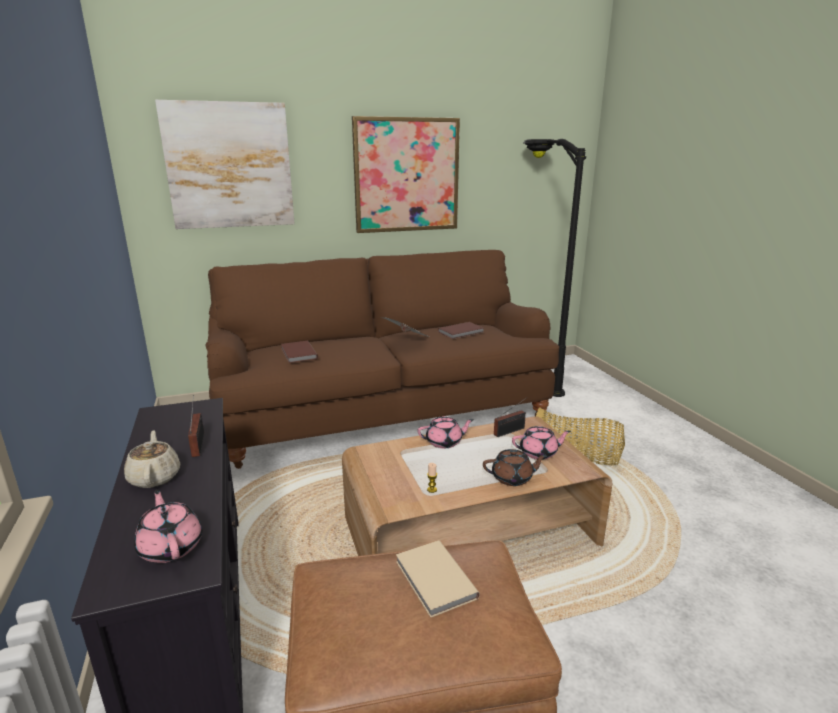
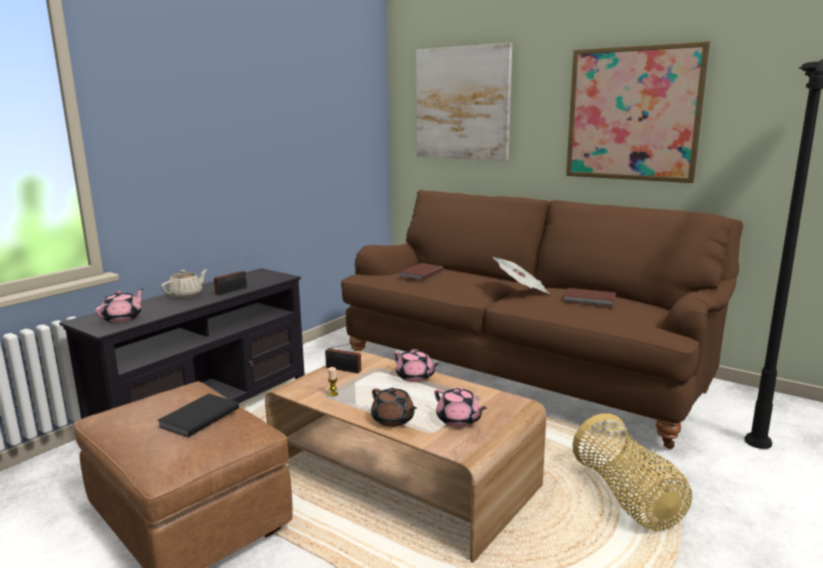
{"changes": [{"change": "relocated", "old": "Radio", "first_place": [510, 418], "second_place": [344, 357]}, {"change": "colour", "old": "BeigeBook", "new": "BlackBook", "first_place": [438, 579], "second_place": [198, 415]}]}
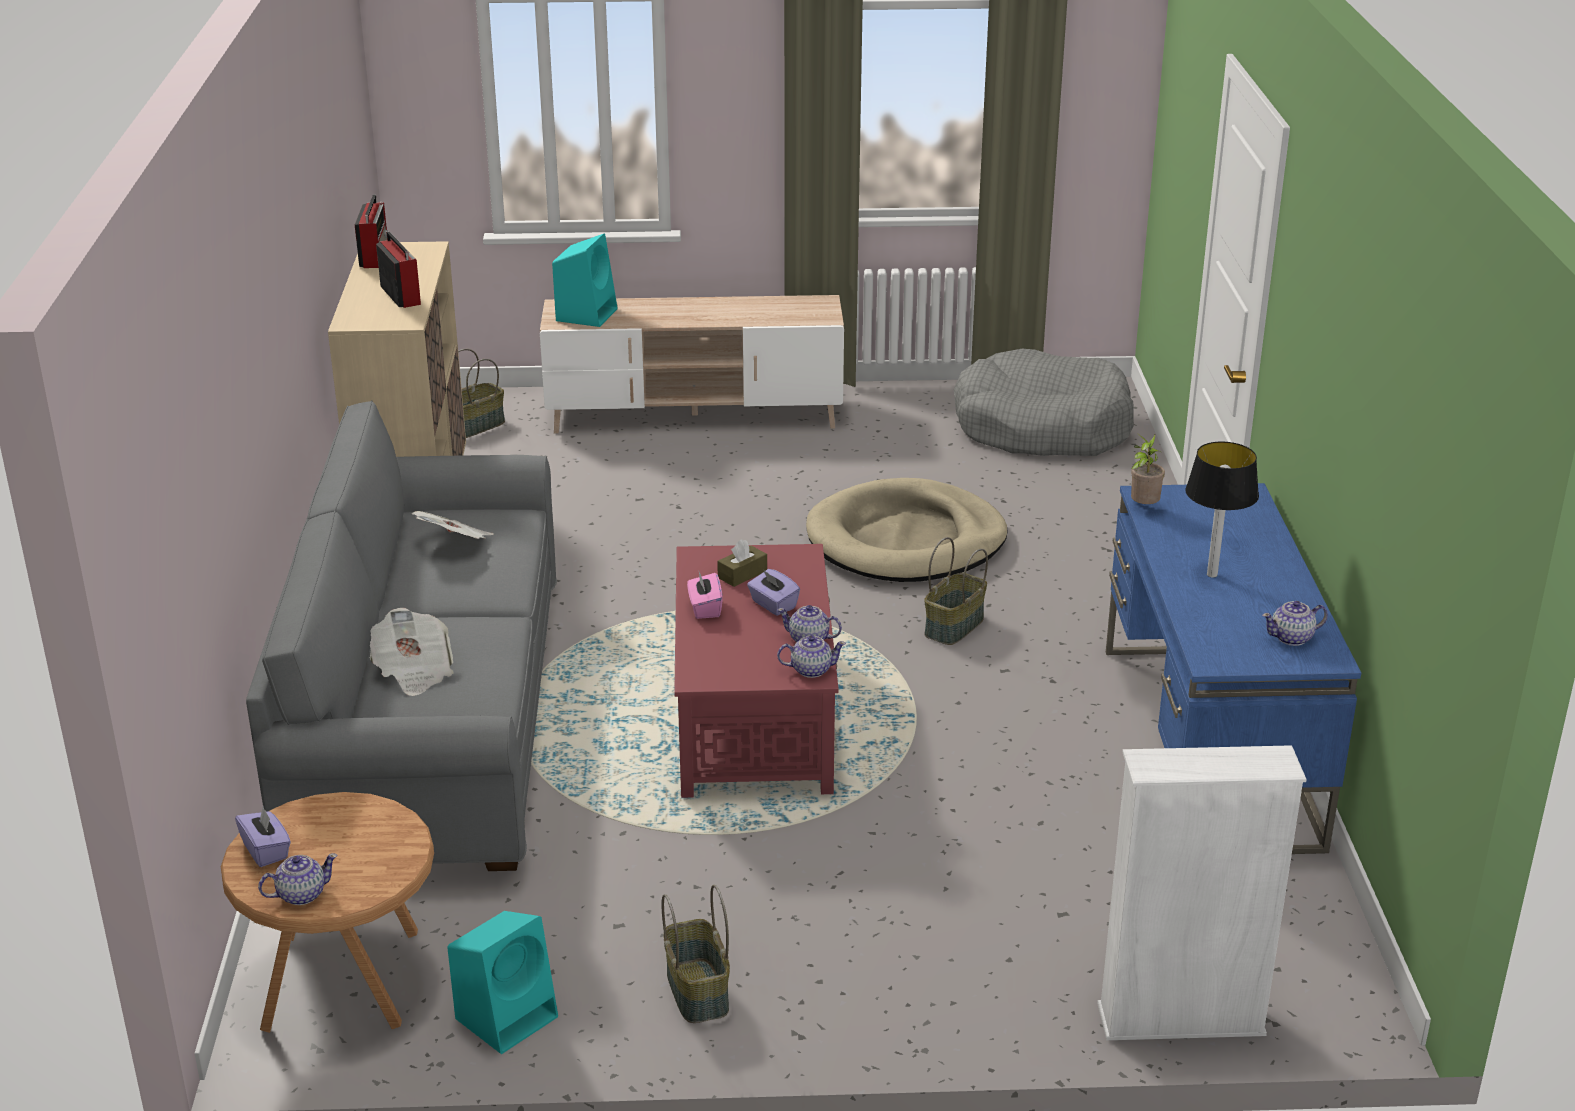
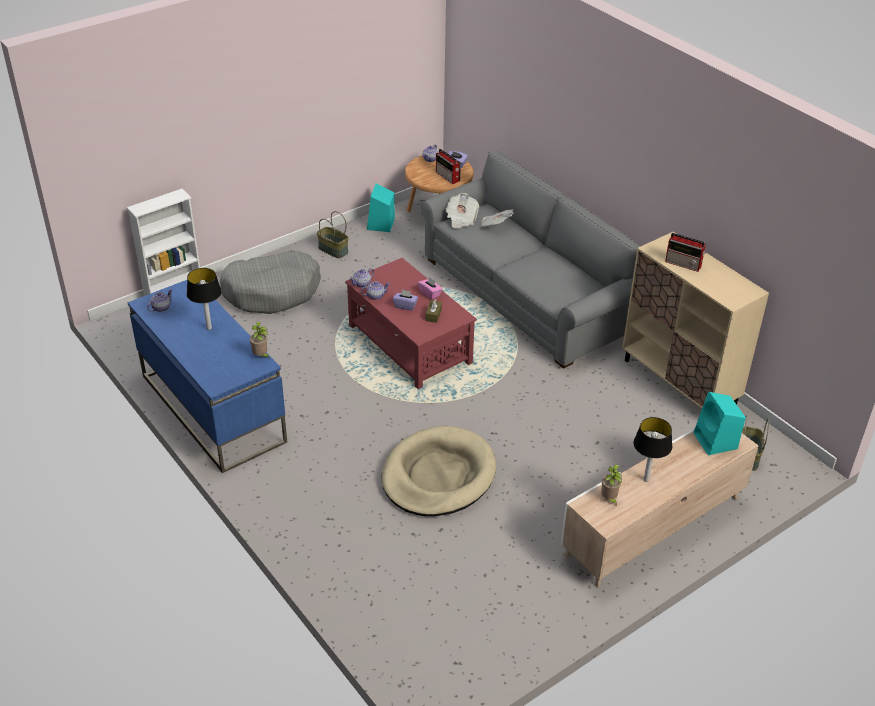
{"changes": [{"change": "missing", "old": "Basket", "first_place": [956, 591]}, {"change": "appeared", "new": "PottedPlant", "second_place": [611, 484]}, {"change": "appeared", "new": "TableLamp", "second_place": [652, 449]}, {"change": "relocated", "old": "Radio", "first_place": [371, 231], "second_place": [448, 166]}, {"change": "relocated", "old": "Newspaper", "first_place": [453, 525], "second_place": [462, 210]}, {"change": "relocated", "old": "GreyDogBed", "first_place": [1044, 402], "second_place": [270, 282]}]}
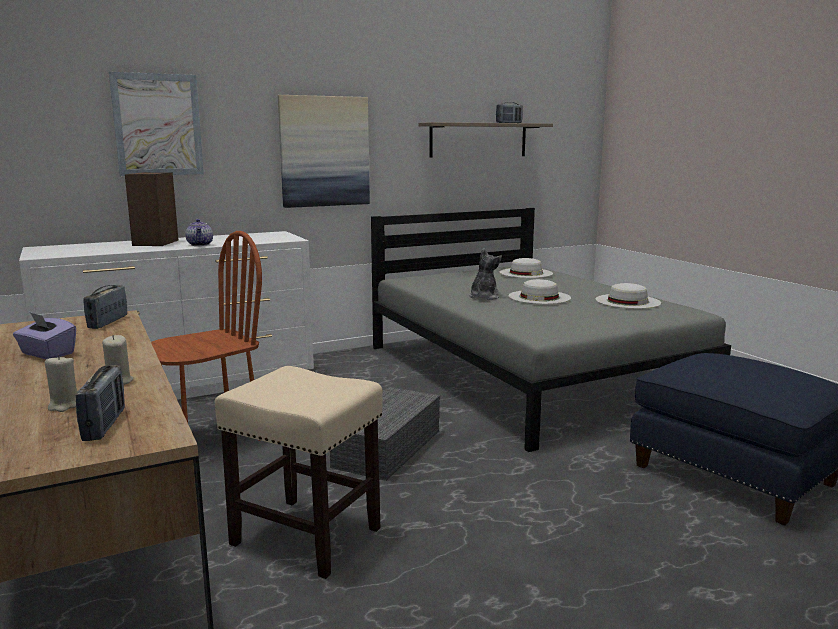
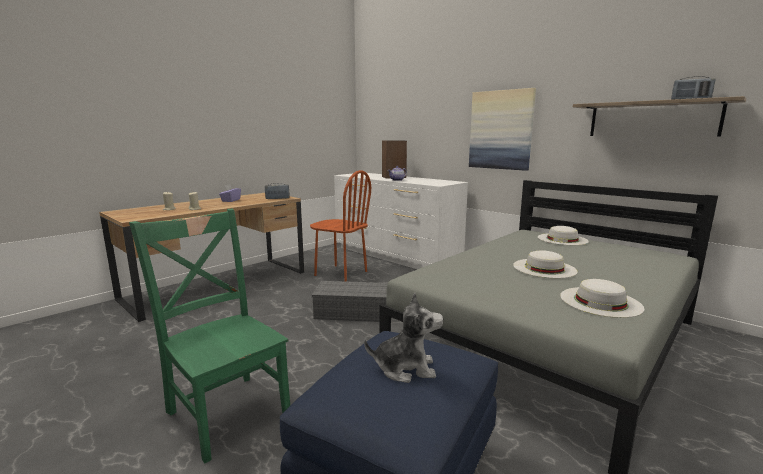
{"changes": [{"change": "missing", "old": "Radio", "first_place": [100, 403]}, {"change": "missing", "old": "Picture", "first_place": [156, 124]}, {"change": "missing", "old": "BeigeStool", "first_place": [299, 472]}, {"change": "appeared", "new": "GreenChair", "second_place": [209, 336]}, {"change": "relocated", "old": "PlushToy", "first_place": [485, 274], "second_place": [403, 338]}, {"change": "relocated", "old": "WhiteHat", "first_place": [526, 268], "second_place": [563, 235]}]}
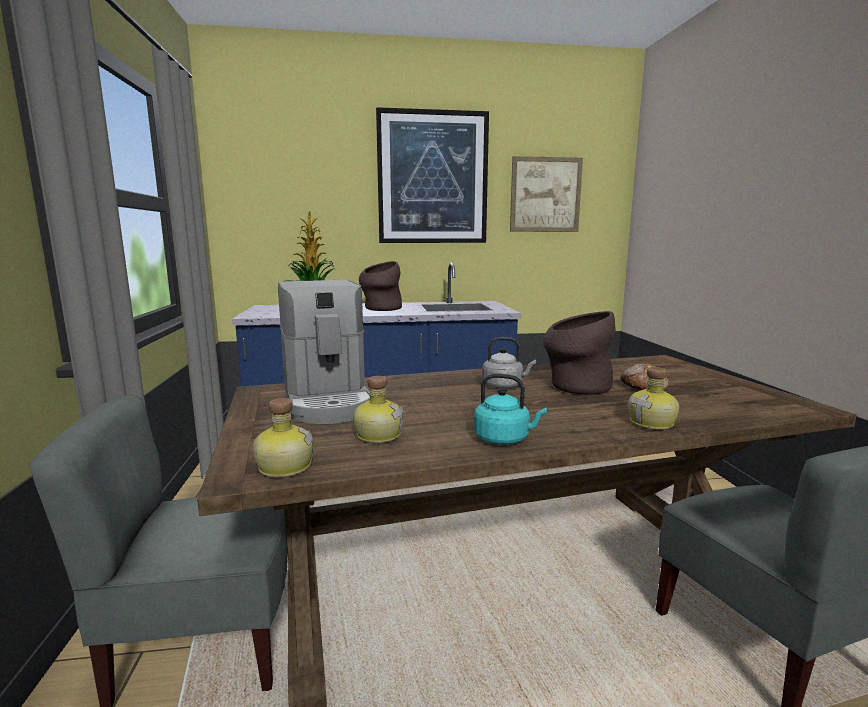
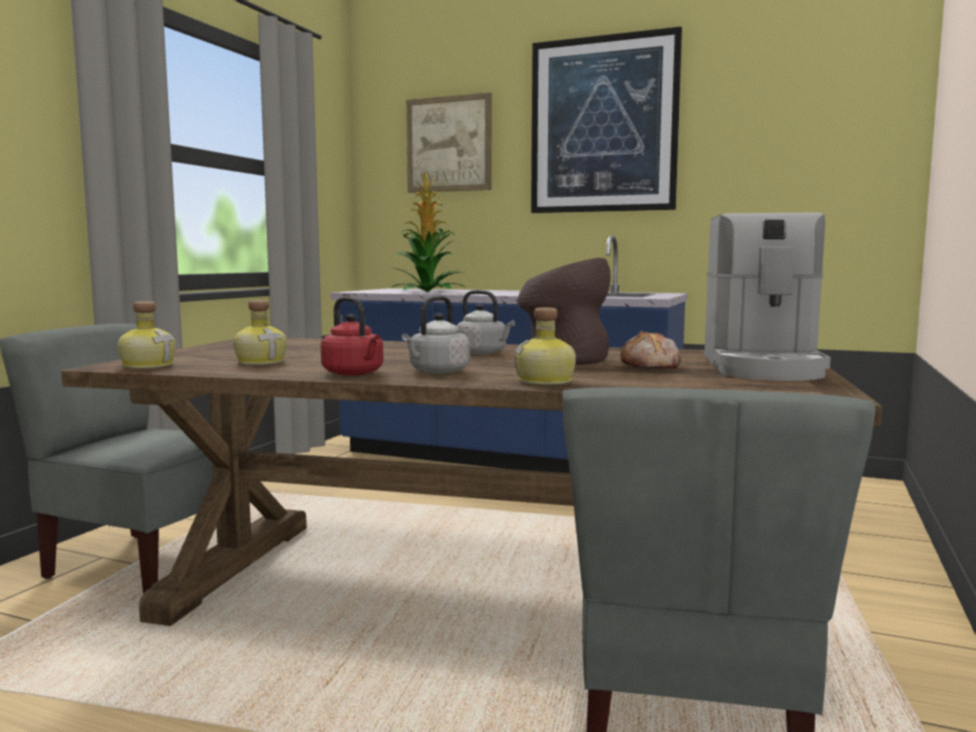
{"changes": [{"change": "missing", "old": "BrownVase", "first_place": [380, 286]}, {"change": "appeared", "new": "GreyKettle", "second_place": [436, 335]}, {"change": "relocated", "old": "CoffeeMachine", "first_place": [324, 352], "second_place": [767, 296]}, {"change": "relocated", "old": "Picture", "first_place": [546, 194], "second_place": [449, 143]}, {"change": "colour", "old": "TurquoiseKettle", "new": "RedKettle", "first_place": [510, 409], "second_place": [351, 336]}]}
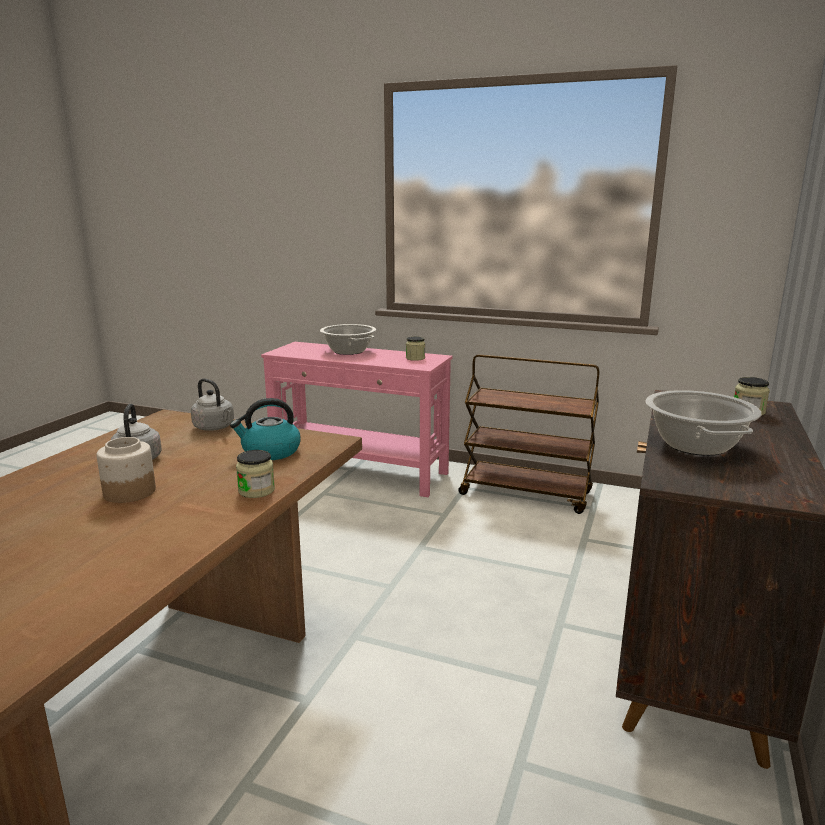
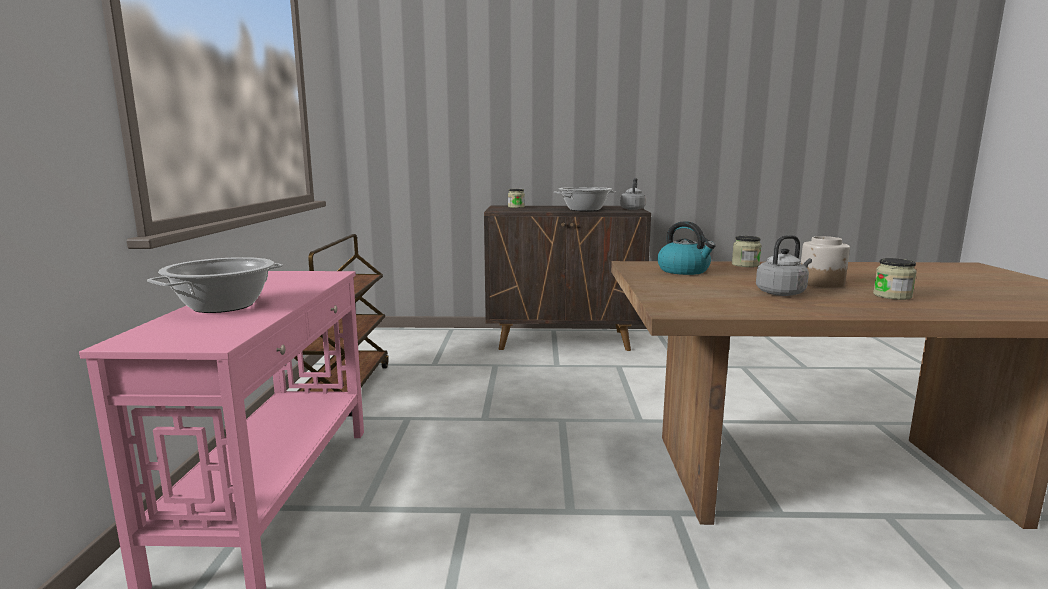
{"changes": [{"change": "relocated", "old": "GreyKettle", "first_place": [212, 404], "second_place": [633, 194]}, {"change": "relocated", "old": "Jar", "first_place": [415, 348], "second_place": [895, 279]}]}
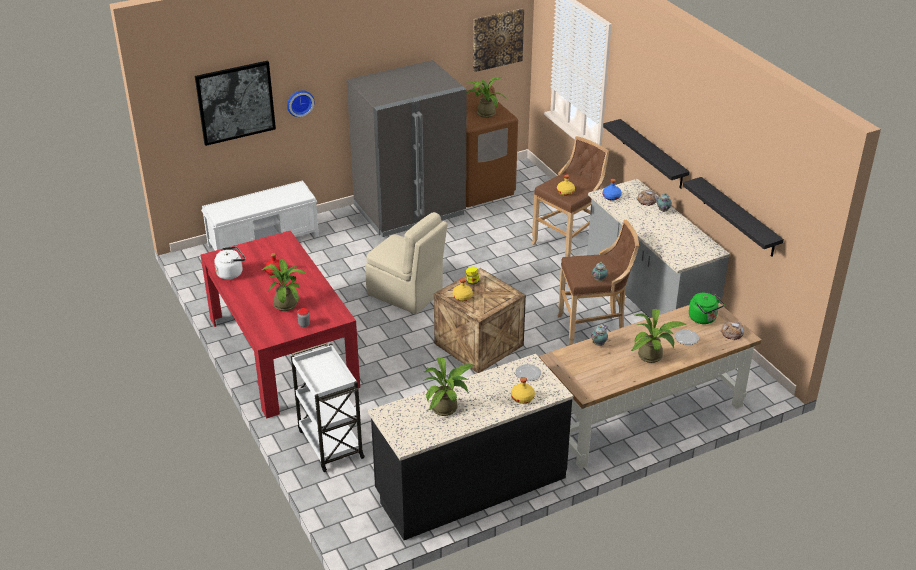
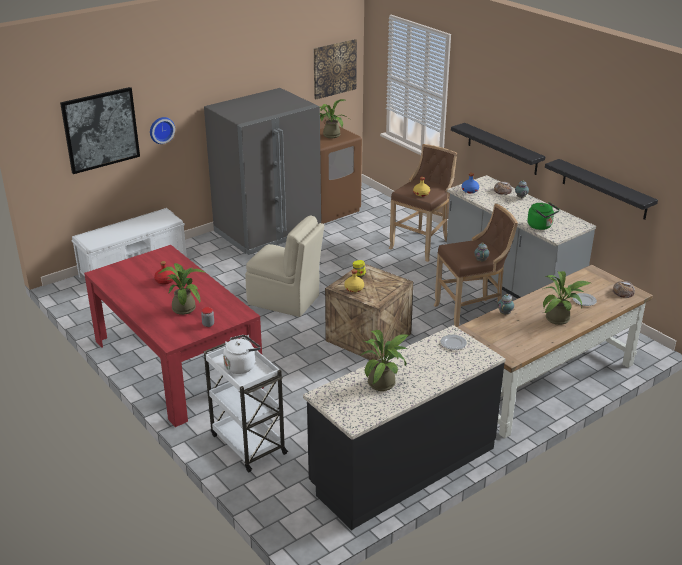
{"changes": [{"change": "missing", "old": "YellowBottle", "first_place": [523, 390]}, {"change": "relocated", "old": "WhiteKettle", "first_place": [230, 263], "second_place": [242, 354]}, {"change": "relocated", "old": "GreenKettle", "first_place": [707, 308], "second_place": [543, 216]}]}
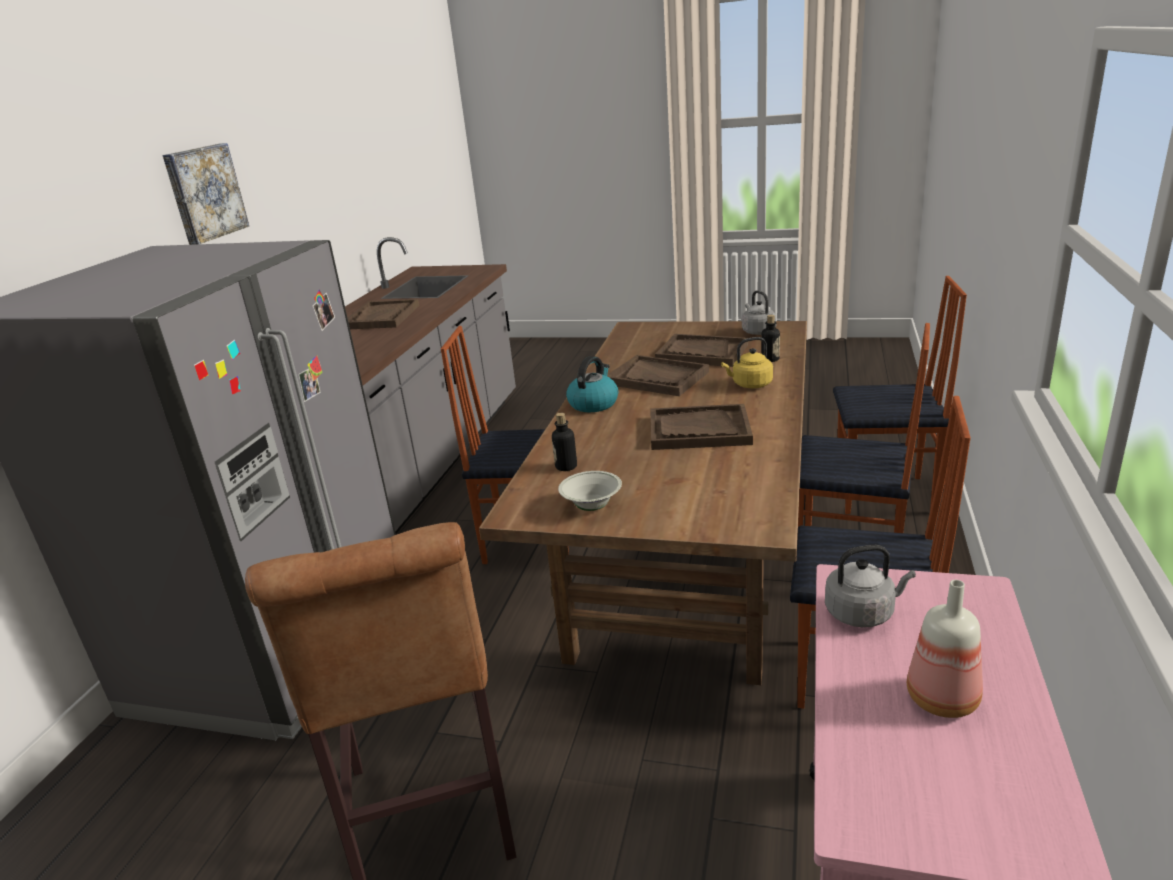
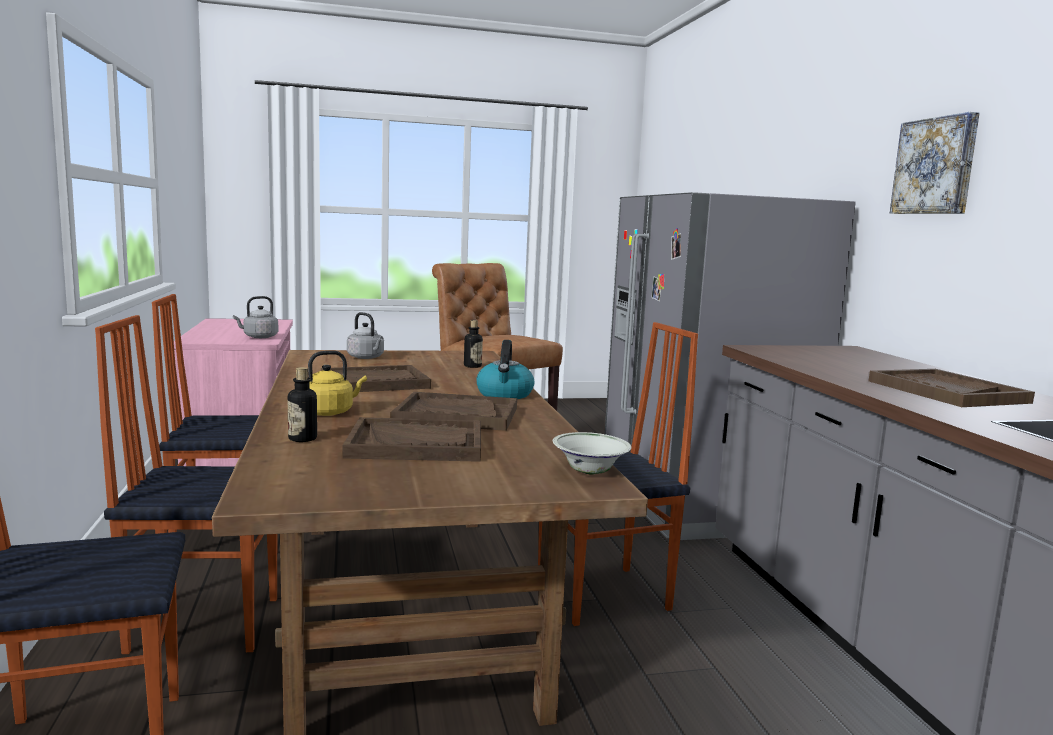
{"changes": [{"change": "missing", "old": "Bottle", "first_place": [945, 649]}, {"change": "relocated", "old": "WhiteBowl", "first_place": [590, 491], "second_place": [592, 453]}, {"change": "relocated", "old": "GreyKettle", "first_place": [759, 312], "second_place": [365, 335]}]}
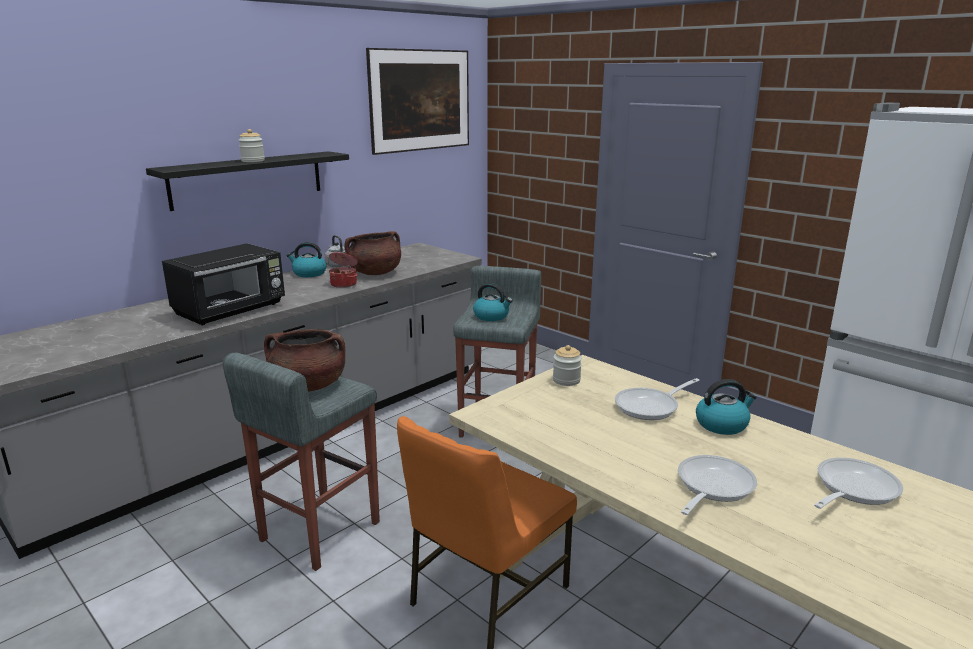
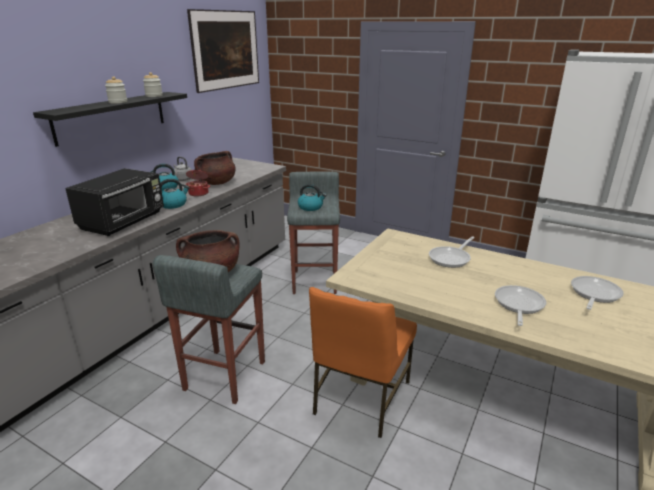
{"changes": [{"change": "relocated", "old": "Jar", "first_place": [567, 365], "second_place": [153, 84]}, {"change": "relocated", "old": "Kettle", "first_place": [726, 407], "second_place": [175, 194]}]}
